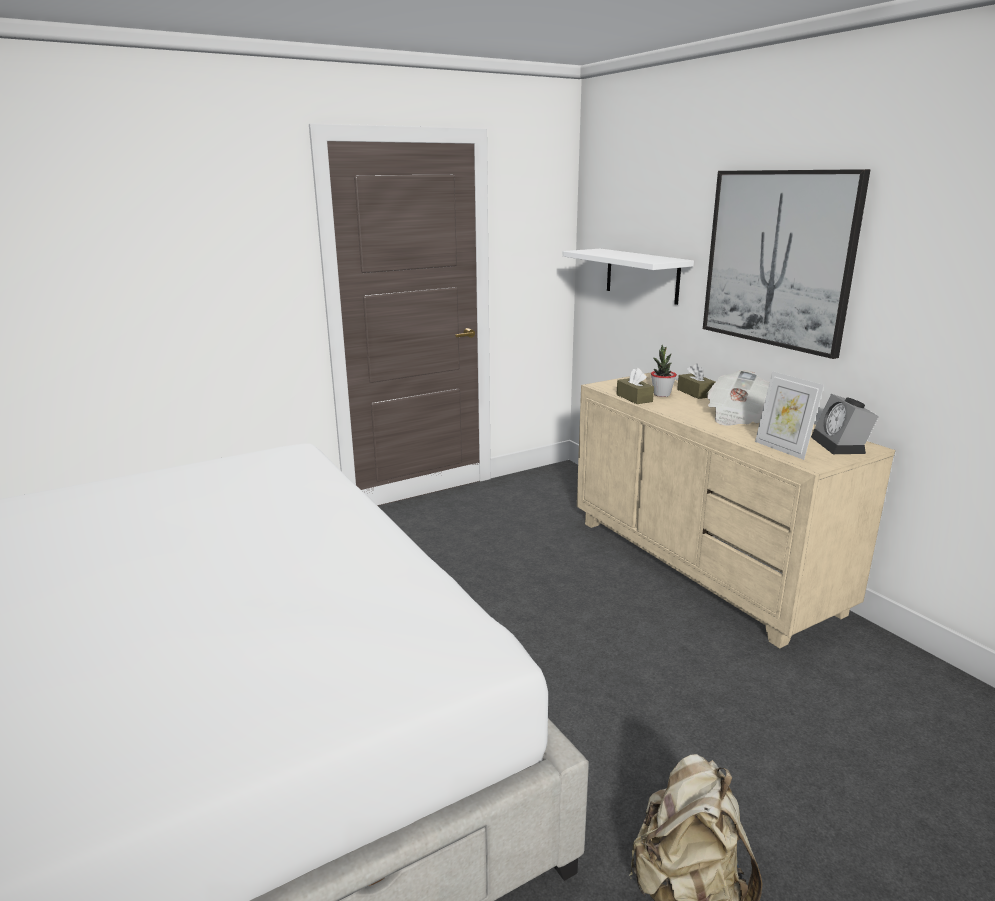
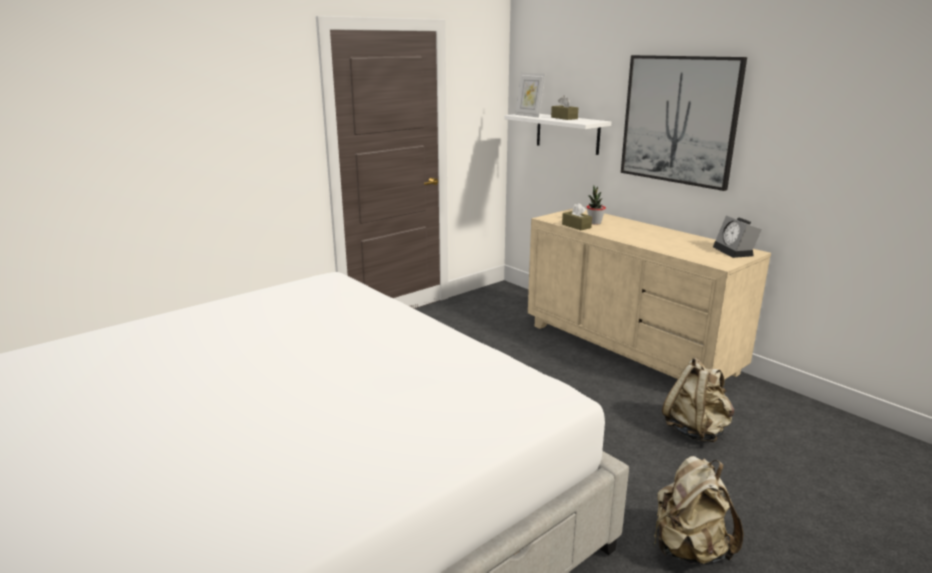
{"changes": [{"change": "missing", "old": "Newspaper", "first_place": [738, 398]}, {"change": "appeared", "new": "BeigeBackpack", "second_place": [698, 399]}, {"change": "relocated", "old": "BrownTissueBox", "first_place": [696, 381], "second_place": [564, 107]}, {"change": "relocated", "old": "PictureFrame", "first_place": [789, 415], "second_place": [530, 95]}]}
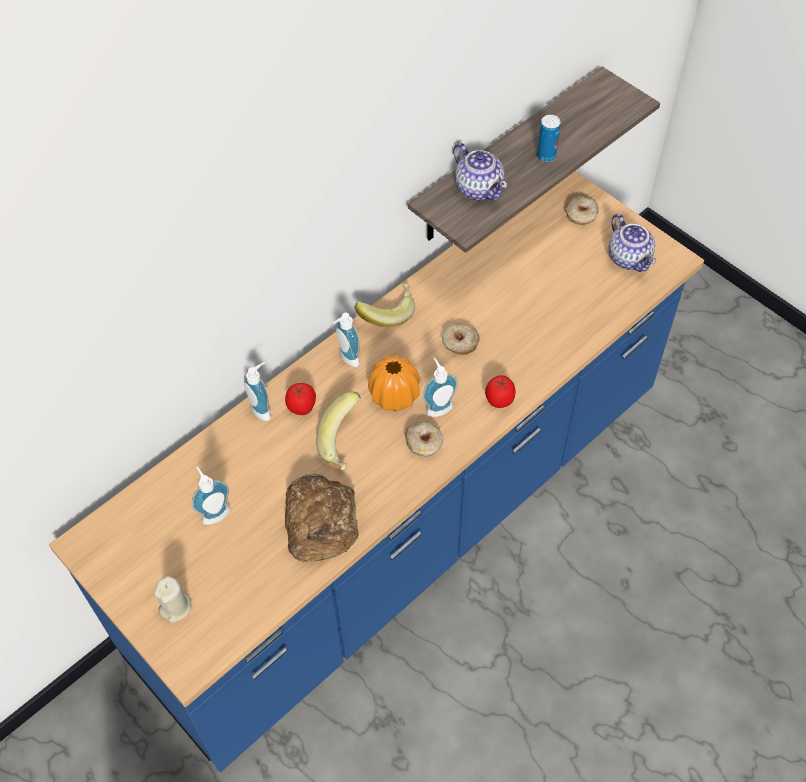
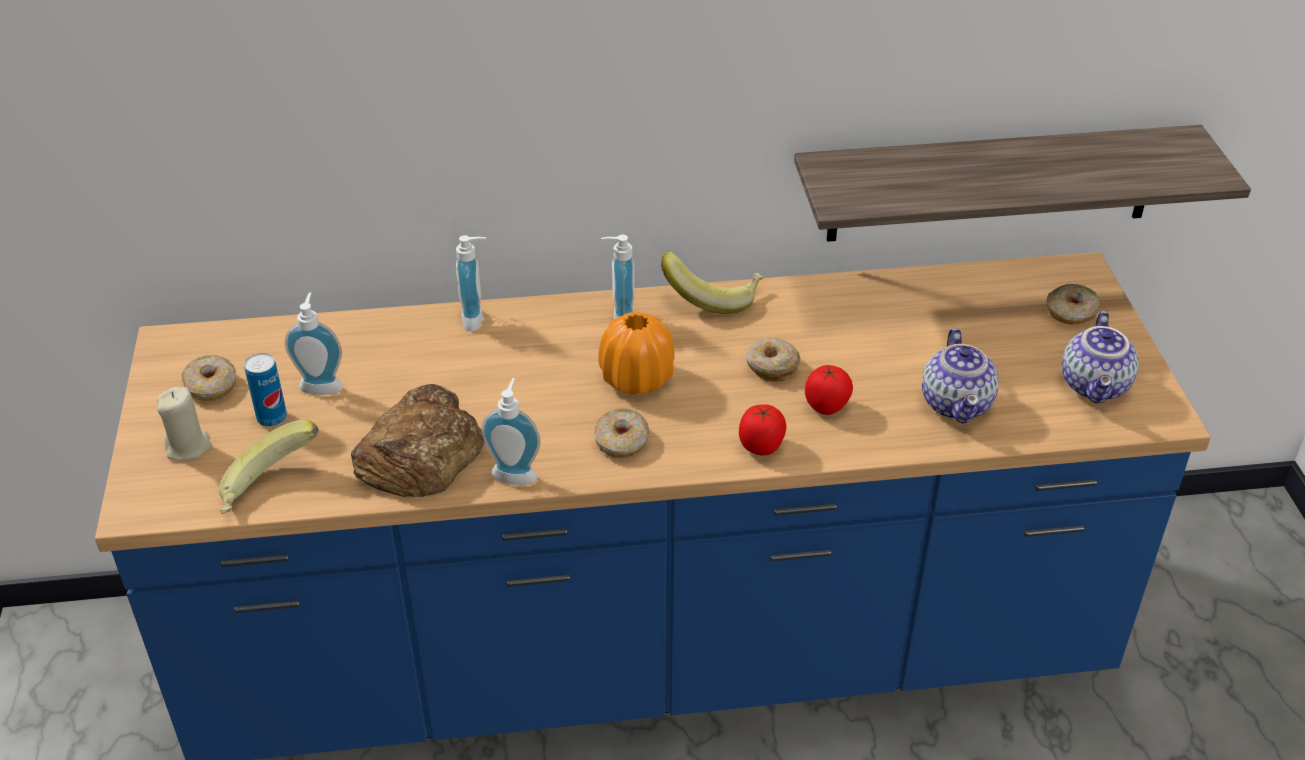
{"changes": [{"change": "appeared", "new": "Donut", "second_place": [209, 378]}, {"change": "relocated", "old": "Tomato", "first_place": [300, 399], "second_place": [829, 390]}, {"change": "relocated", "old": "Banana", "first_place": [338, 431], "second_place": [268, 466]}, {"change": "relocated", "old": "SoapDispenser", "first_place": [440, 387], "second_place": [511, 431]}, {"change": "relocated", "old": "Teapot", "first_place": [480, 172], "second_place": [960, 376]}, {"change": "relocated", "old": "Can", "first_place": [549, 138], "second_place": [265, 390]}]}
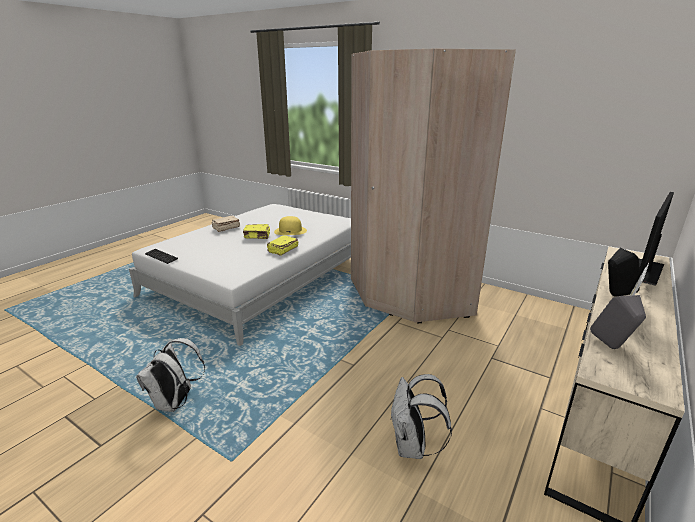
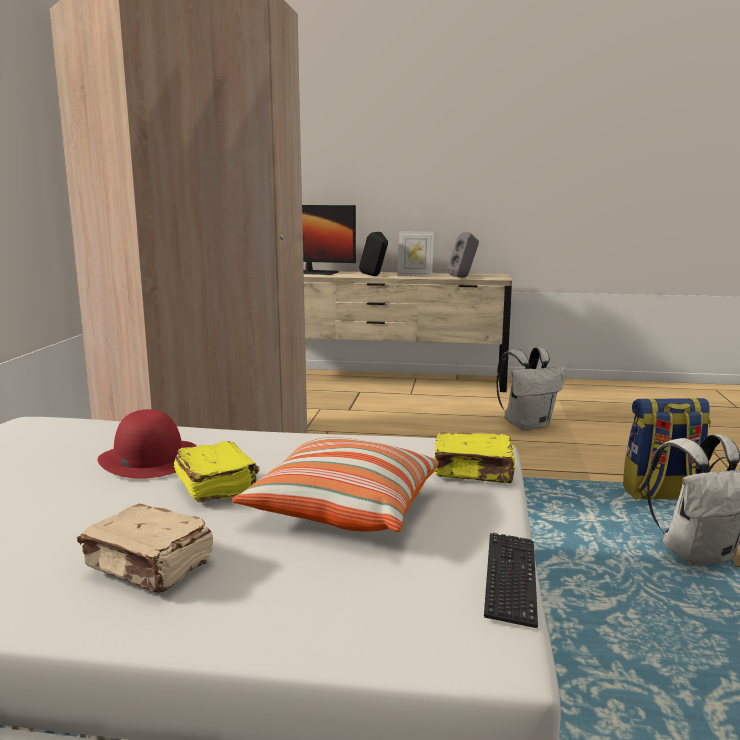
{"changes": [{"change": "appeared", "new": "Pillow", "second_place": [335, 484]}, {"change": "appeared", "new": "Backpack", "second_place": [667, 449]}, {"change": "relocated", "old": "YellowBook", "first_place": [283, 245], "second_place": [475, 457]}, {"change": "colour", "old": "YellowHat", "new": "RedHat", "first_place": [290, 225], "second_place": [146, 444]}]}
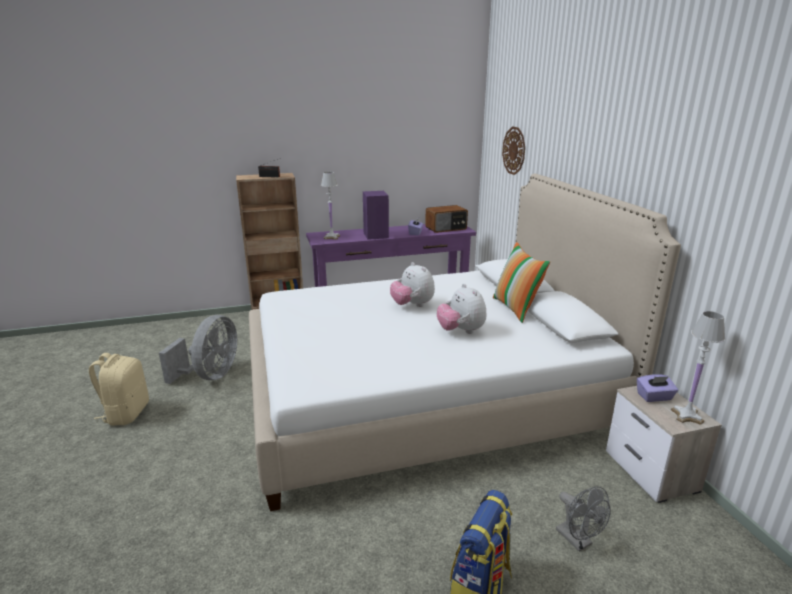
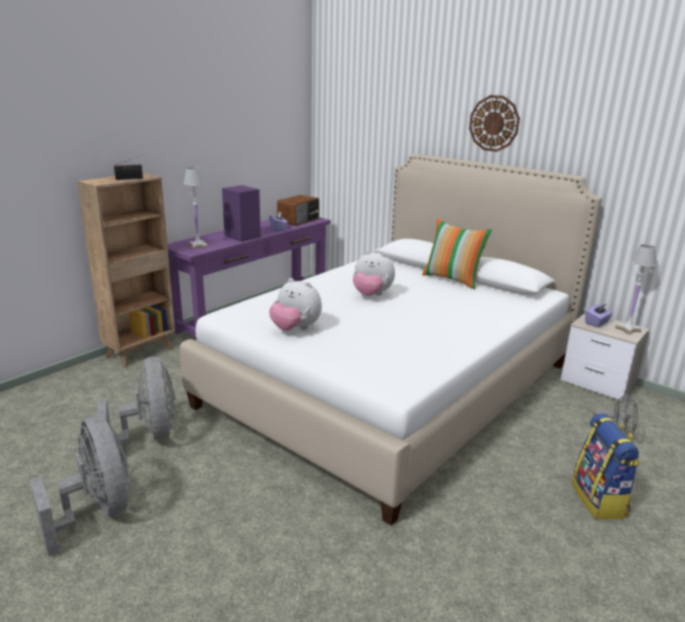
{"changes": [{"change": "relocated", "old": "PlushToy", "first_place": [462, 309], "second_place": [295, 304]}, {"change": "relocated", "old": "WallClock", "first_place": [513, 151], "second_place": [494, 123]}, {"change": "exchanged", "old": "BeigeBackpack", "new": "GreyFan", "first_place": [119, 389], "second_place": [80, 486]}]}
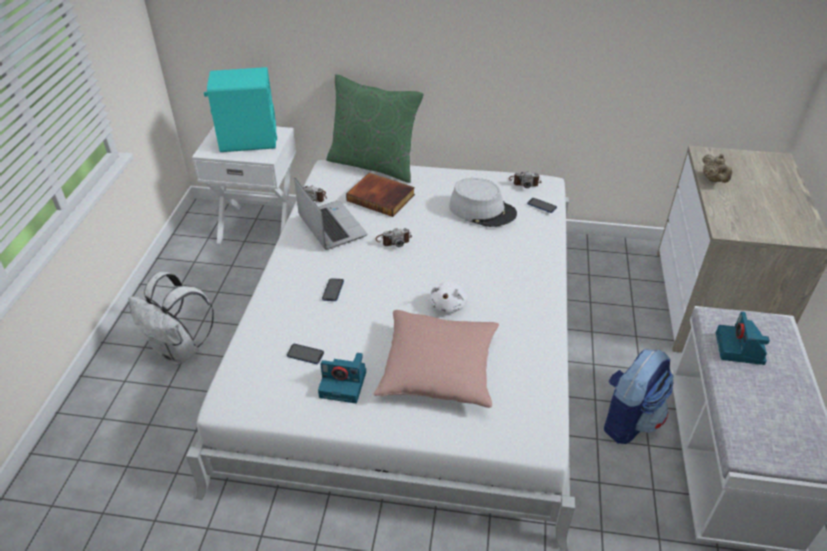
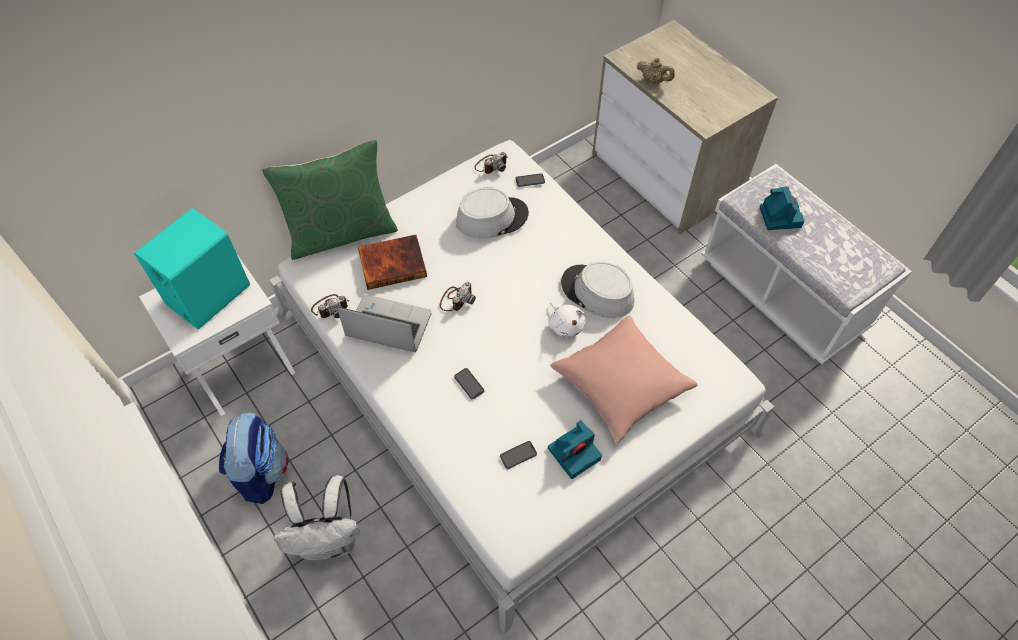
{"changes": [{"change": "appeared", "new": "GreyHat", "second_place": [597, 289]}, {"change": "relocated", "old": "Backpack", "first_place": [639, 396], "second_place": [253, 458]}, {"change": "spun", "old": "PhotoCamera", "first_place": [743, 338], "second_place": [782, 208], "degrees": -150}]}
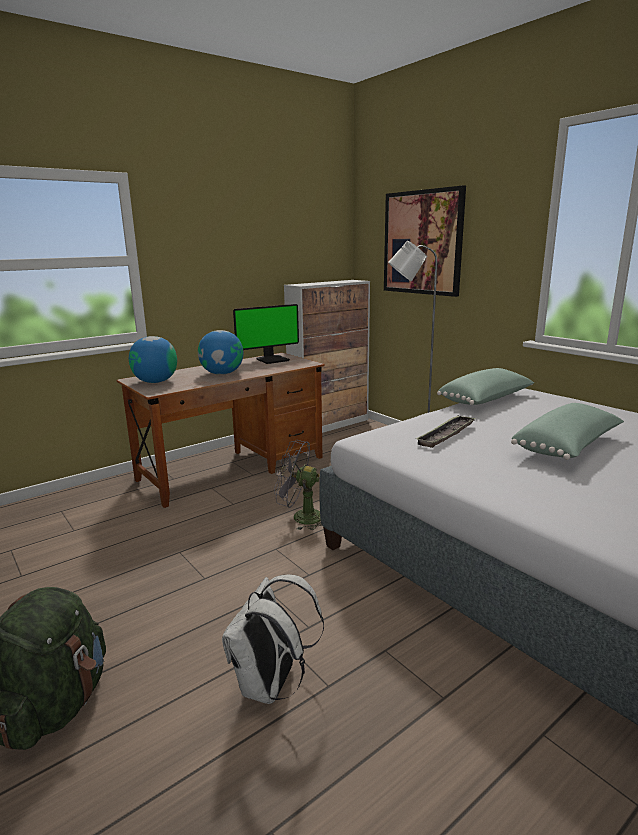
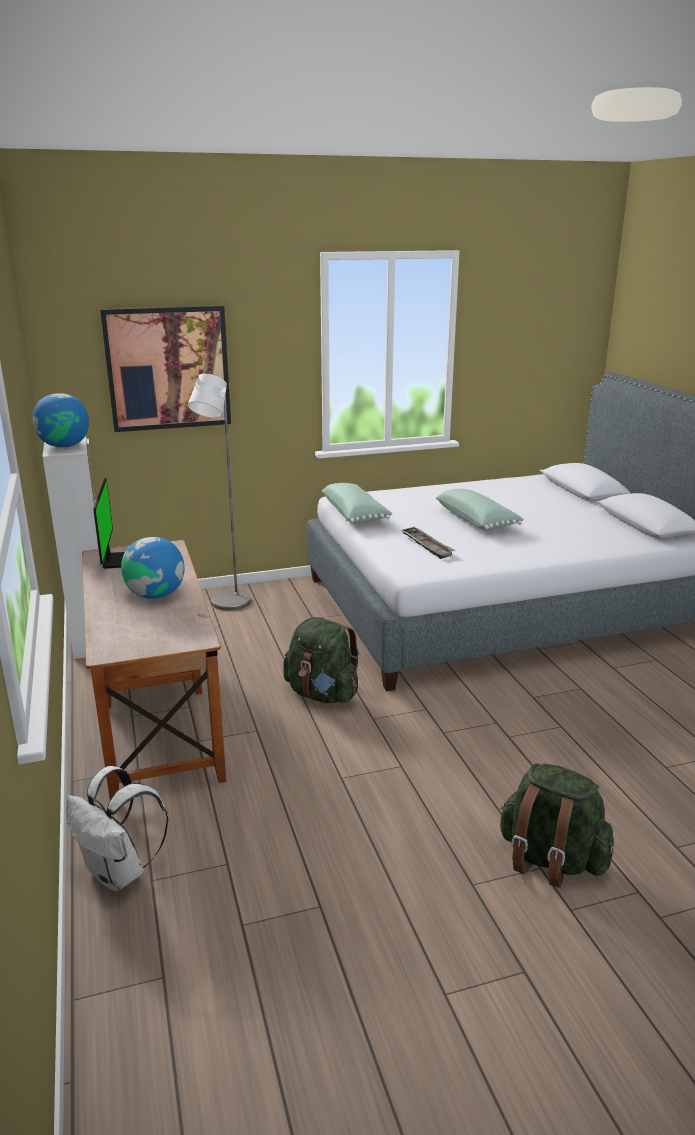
{"changes": [{"change": "relocated", "old": "Globe", "first_place": [153, 359], "second_place": [61, 420]}, {"change": "relocated", "old": "WhiteBackpack", "first_place": [273, 639], "second_place": [117, 828]}, {"change": "exchanged", "old": "GreyFan", "new": "GreenBackpack", "first_place": [298, 485], "second_place": [321, 660]}]}
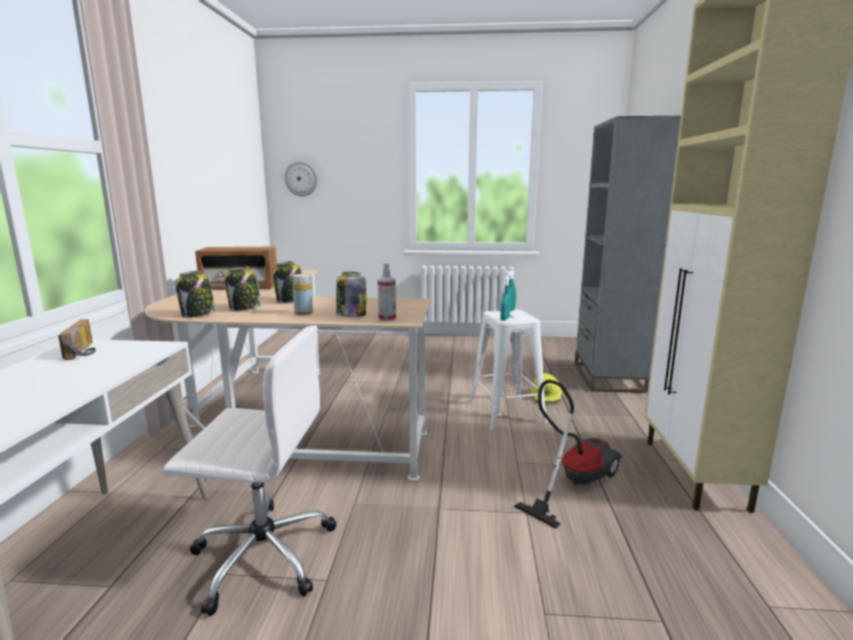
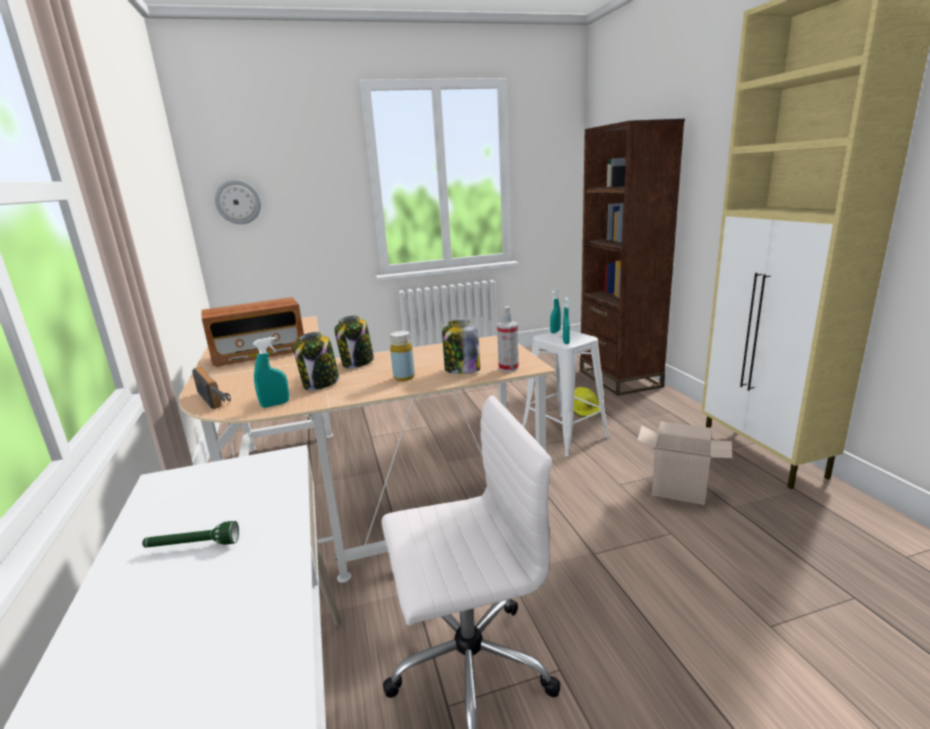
{"changes": [{"change": "appeared", "new": "GreenFlashlight", "second_place": [190, 534]}, {"change": "relocated", "old": "Radio", "first_place": [77, 339], "second_place": [211, 388]}, {"change": "exchanged", "old": "Jar", "new": "TurquoiseSprayBottle", "first_place": [195, 294], "second_place": [271, 372]}, {"change": "exchanged", "old": "VacuumCleaner", "new": "CardboardBox", "first_place": [568, 454], "second_place": [684, 463]}, {"change": "colour", "old": "GreyBookcase", "new": "BrownBookcase", "first_place": [628, 254], "second_place": [632, 257]}]}
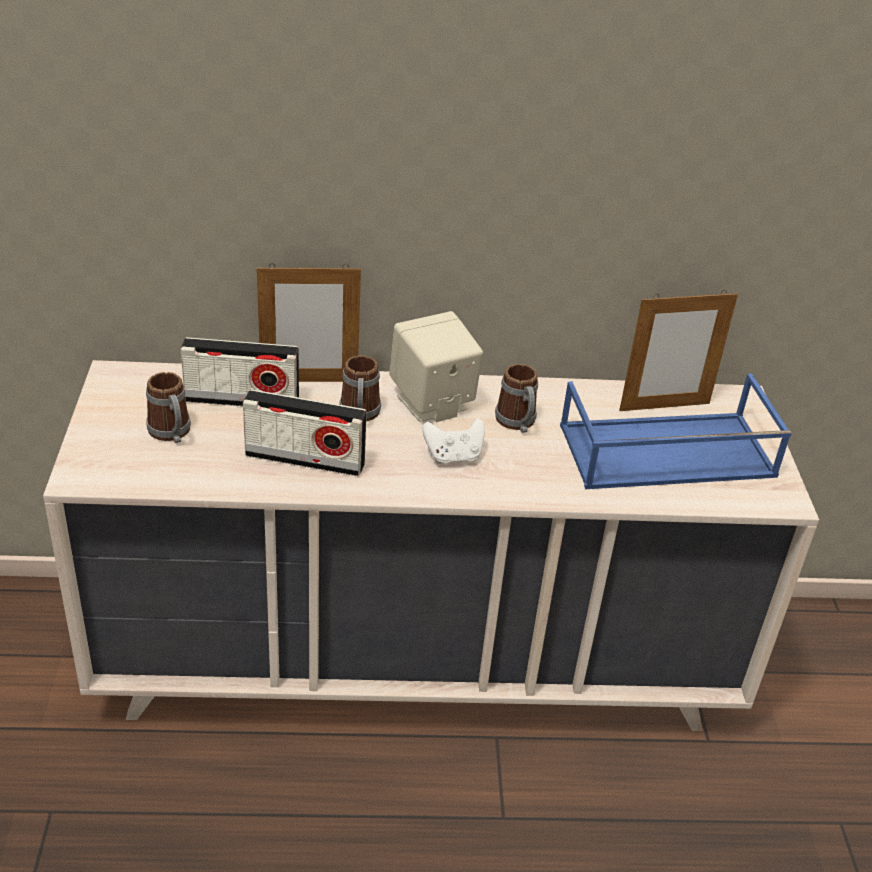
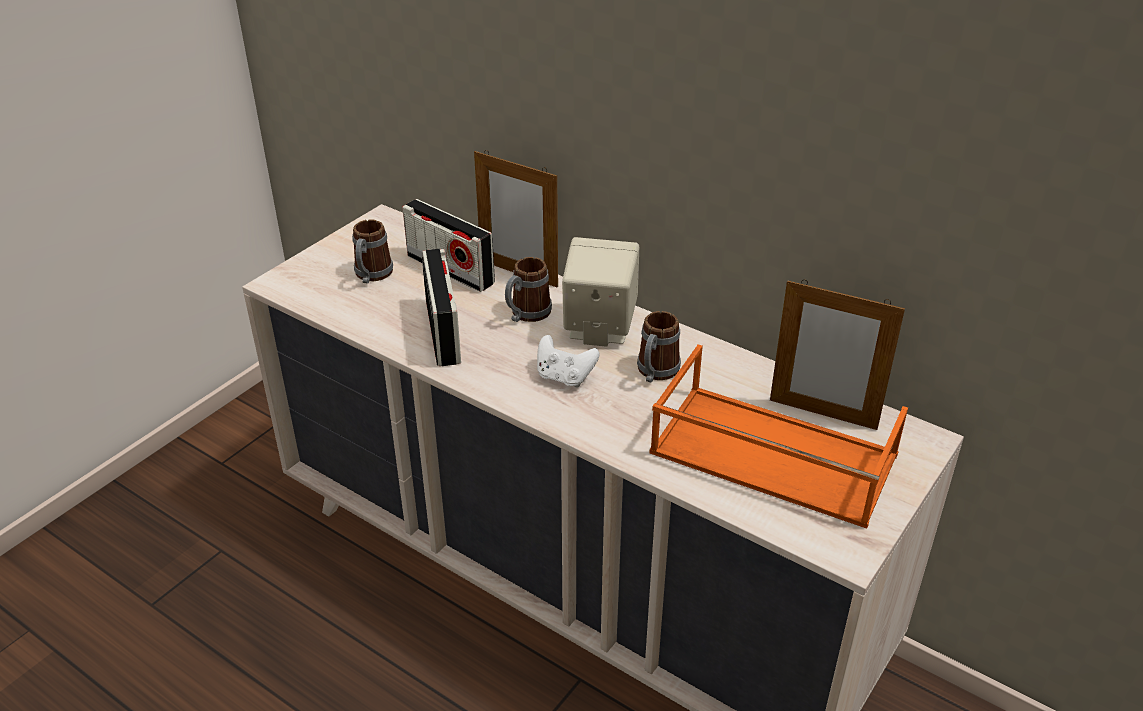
{"changes": [{"change": "colour", "old": "BlueTray", "new": "OrangeTray", "first_place": [676, 431], "second_place": [778, 436]}, {"change": "spun", "old": "Radio", "first_place": [305, 432], "second_place": [441, 307], "degrees": -150}]}
